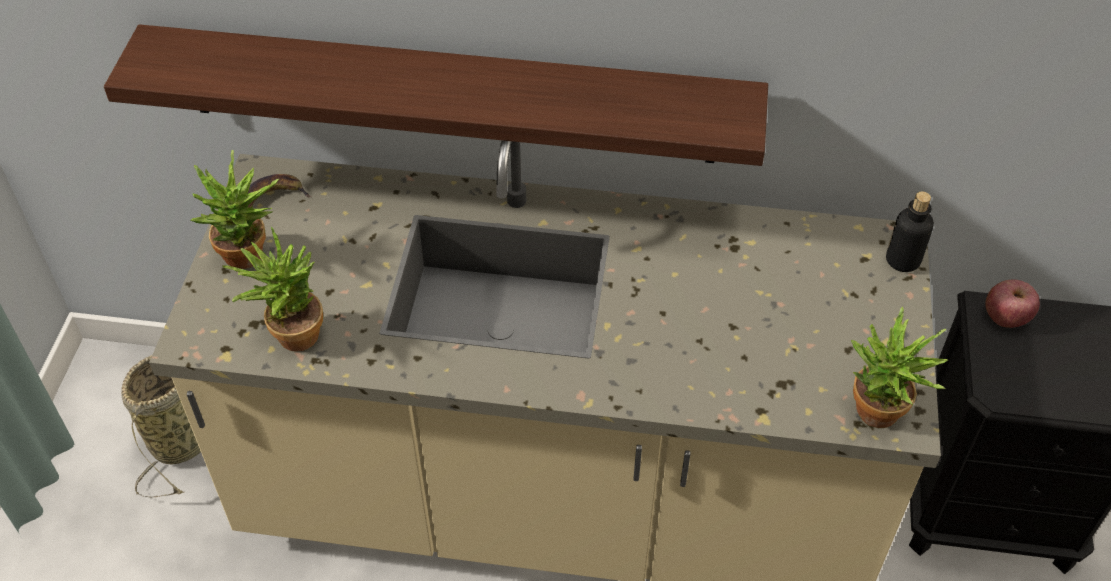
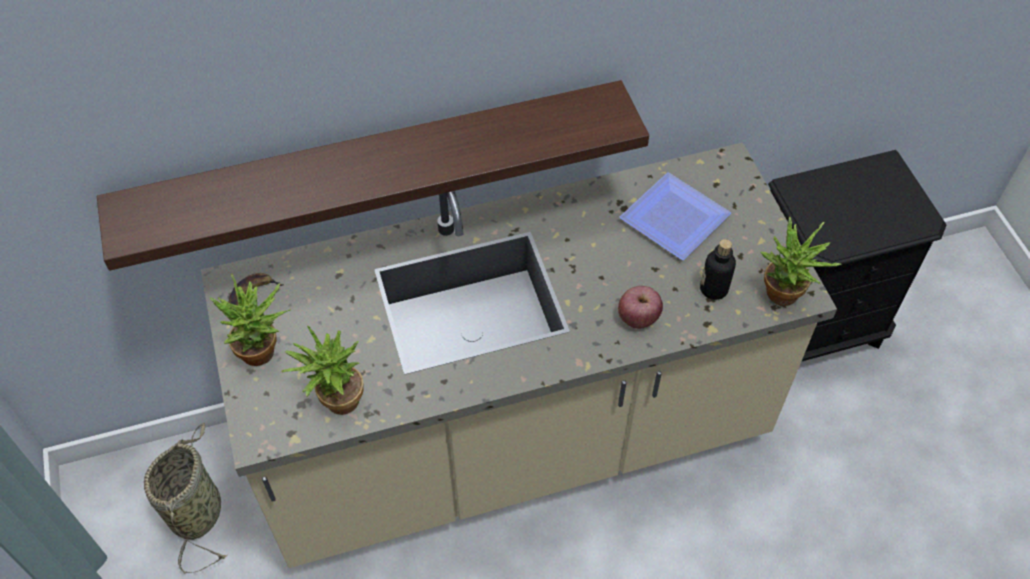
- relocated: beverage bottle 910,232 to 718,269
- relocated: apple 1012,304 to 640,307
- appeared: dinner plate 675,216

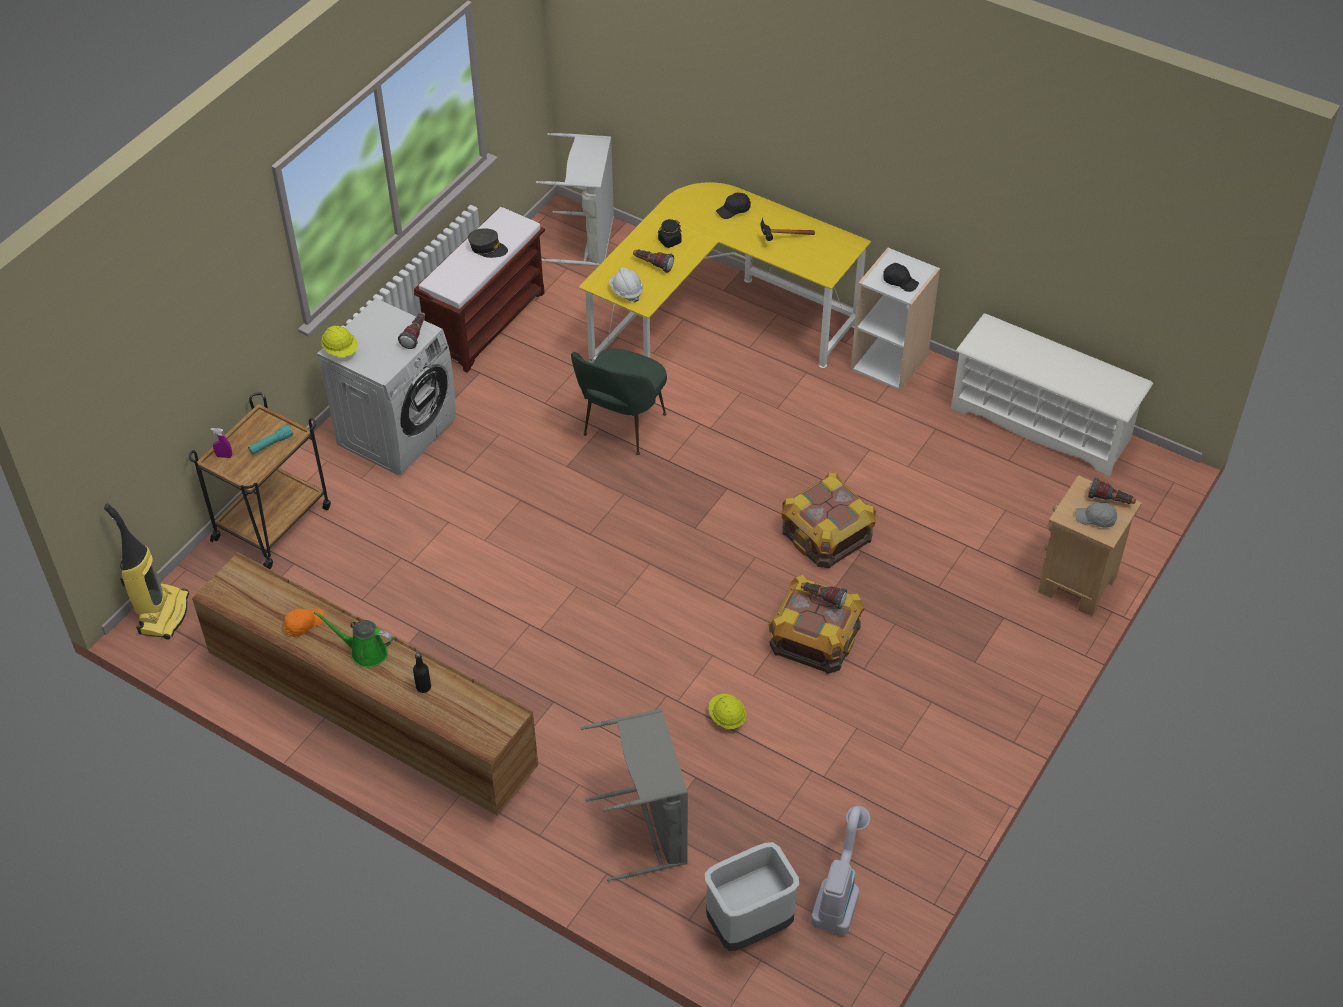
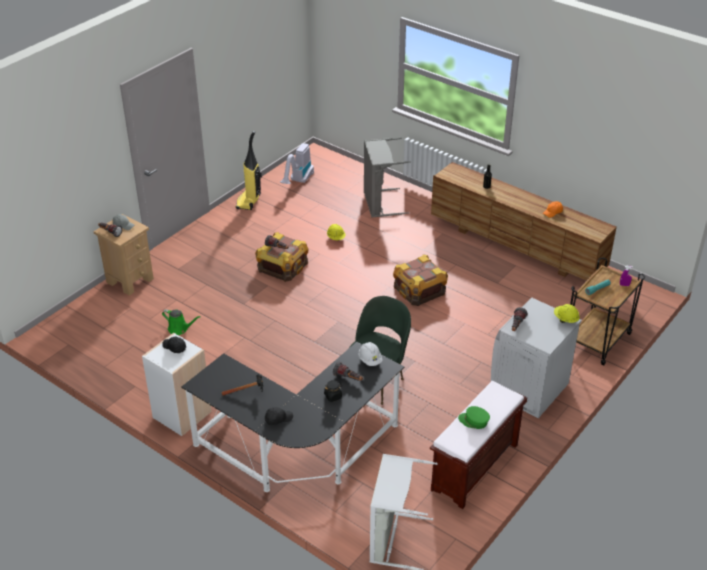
- colour: desk unit (yellow) 725,275 to desk unit (black-coloured) 292,417
- colour: peaked cap (grey) 488,243 to peaked cap (greenish) 474,417
- missing: shoe stand (white) 1052,395
- relocated: shipping crate 829,520 to 420,280
- relocated: hoover 146,571 to 249,170
- relocated: sprinkling can (greenish) 353,639 to 181,322
- missing: trash can (grey) 752,896

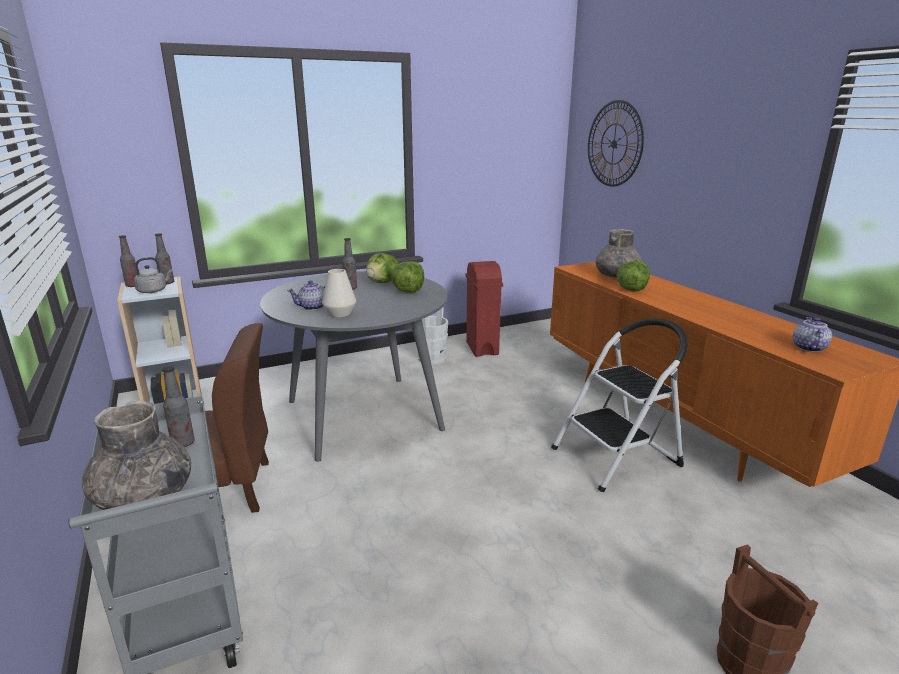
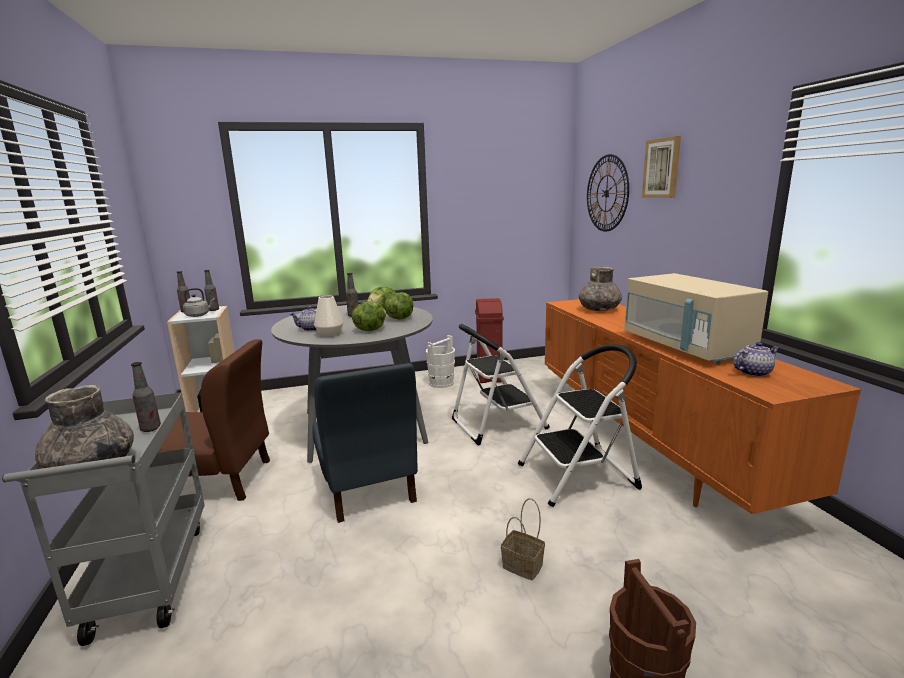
- relocated: lettuce head 633,276 to 369,316
- spun: teapot 812,334 = 756,359 45 degrees clockwise
- appeared: wall picture 661,167
- appeared: kitchen microwave (sand-coloured) 696,318
- appeared: step stool 501,384
- appeared: plain chair (bluish) 365,443
- appeared: household basket 523,539

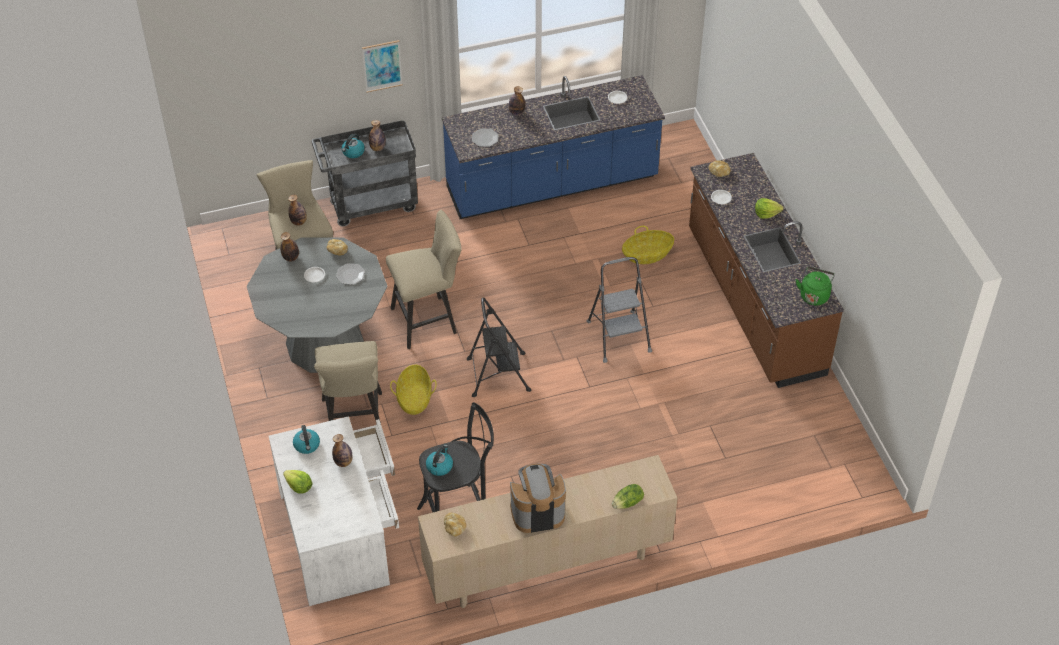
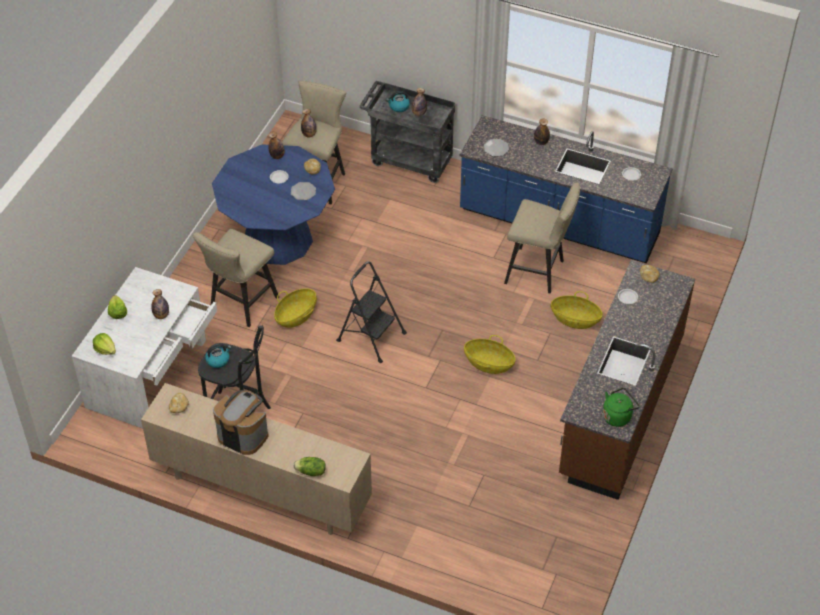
- missing: wall picture 382,66
- relocated: lettuce head 769,208 to 104,344
- relocated: stool (sand-coloured) 424,279 to 542,238
- colour: kitchen table (grey) 317,305 to kitchen table (bluish) 273,204
- exchanged: step stool (grey) 619,310 to household basket 490,354
- missing: tea kettle 306,439

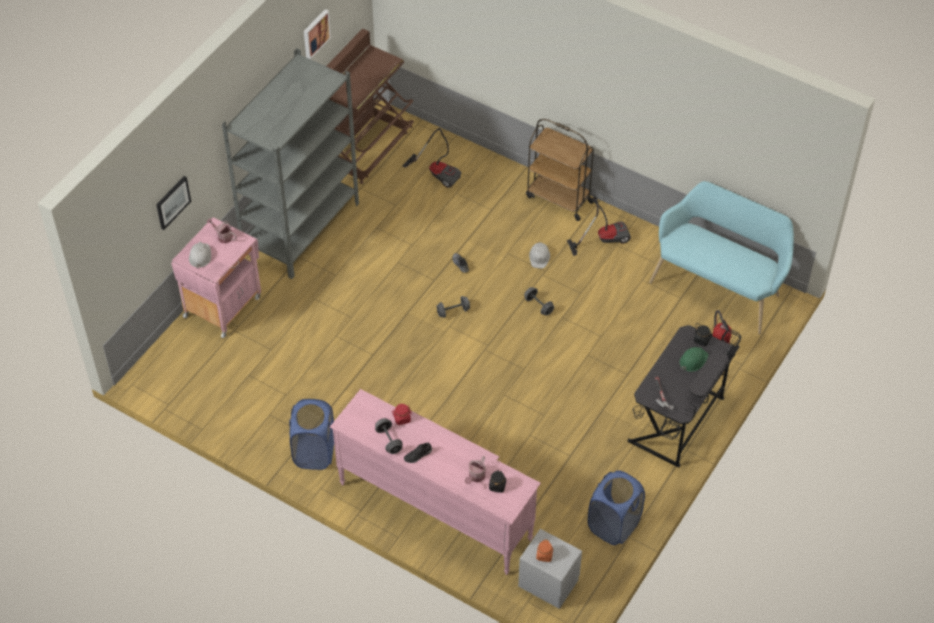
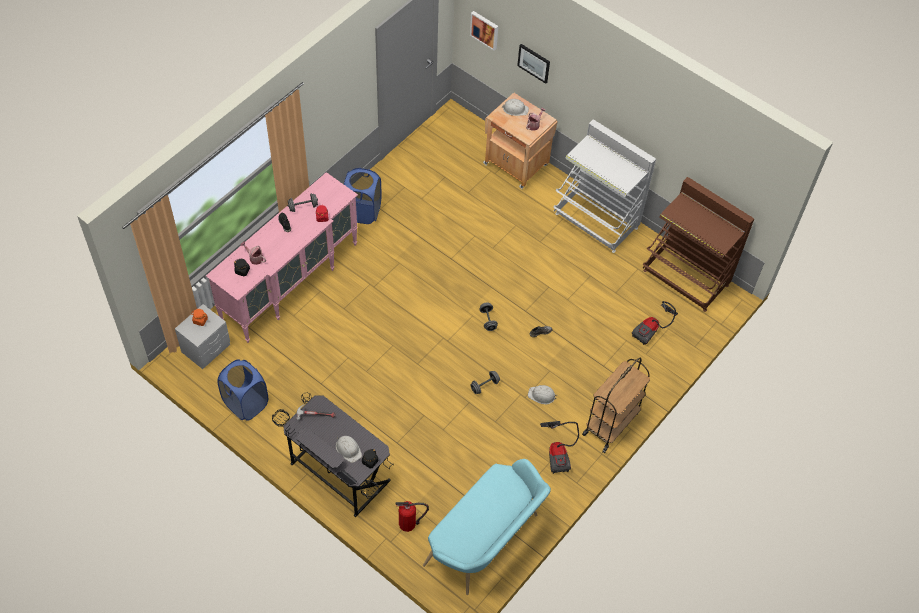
- relocated: wall picture 317,34 to 484,31
- exchanged: bookshelf (grey) 290,163 to shoe stand (white) 604,186
- colour: cart (pink) 216,277 to cart (brown) 520,141
- colour: safety helmet (greenish) 694,359 to safety helmet (white) 349,449

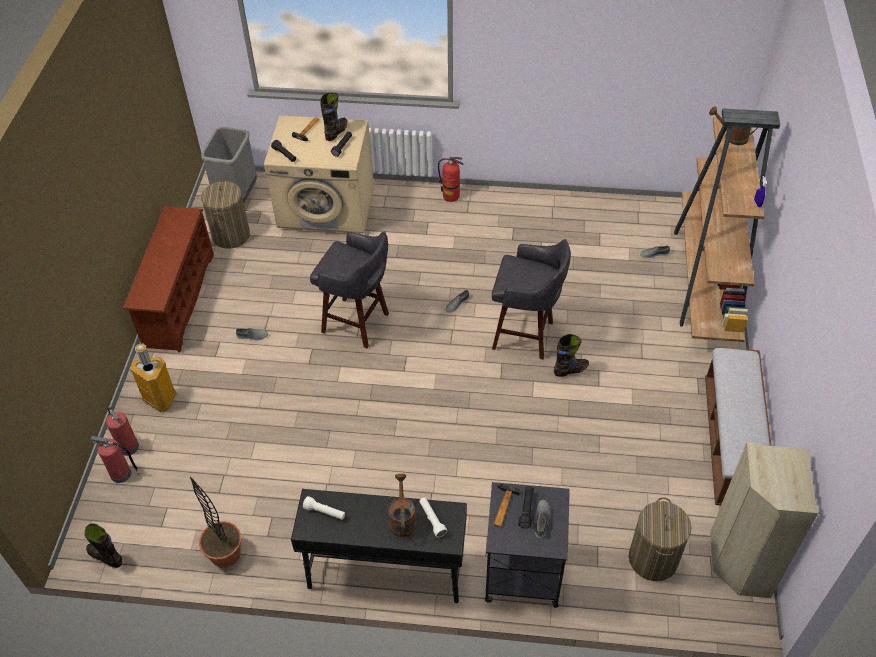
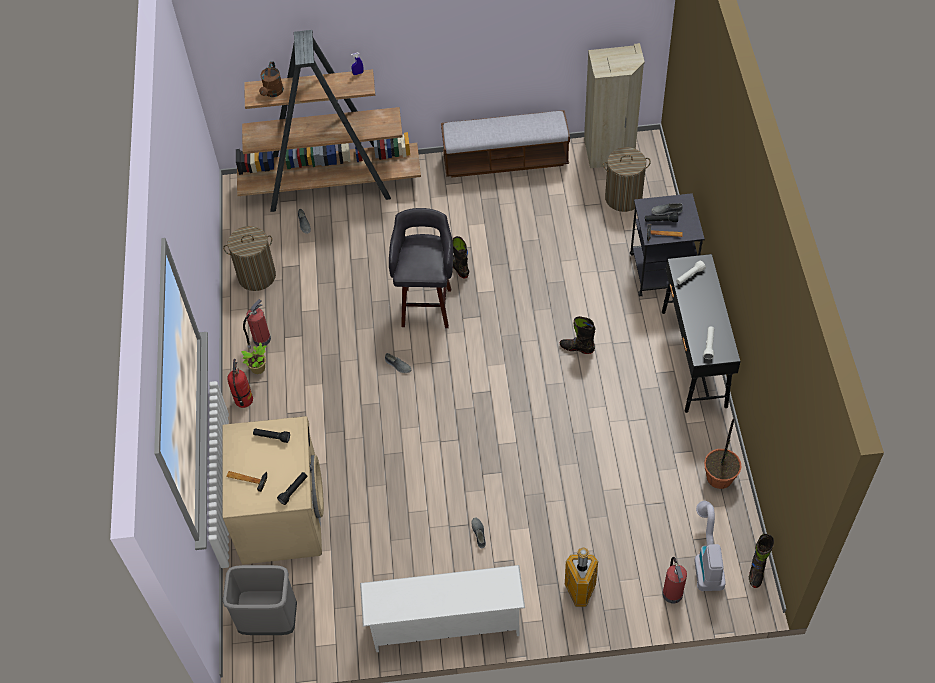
- relocated: high-top boot (black-coloured) 333,116 to 578,335
- relocated: laundry basket 225,214 to 249,258
- colour: shoe stand (brown) 168,279 to shoe stand (white) 442,608
- missing: stool (grey) 349,289
- relocated: fire extinguisher 122,431 to 257,324
- missing: sprinkling can (brown) 402,505
- appeared: houseplant 253,358
- appeared: hoover 710,546

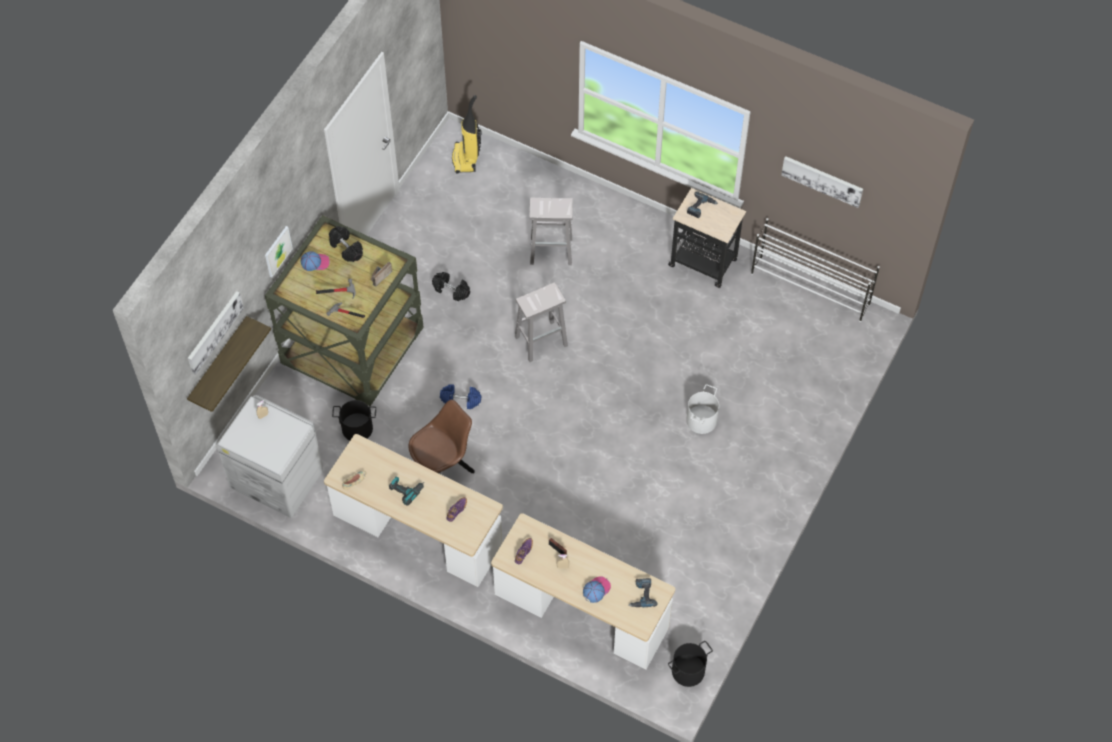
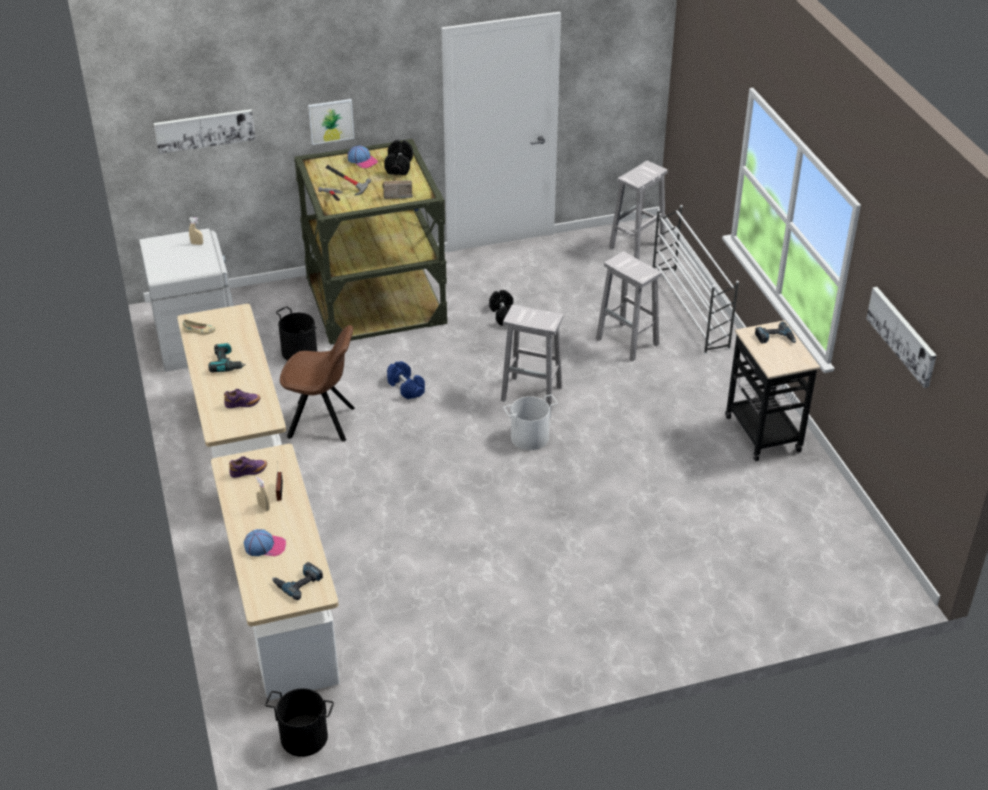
- exchanged: hoover 467,134 to stool (white) 638,210
- relocated: shoe stand (white) 815,270 to 696,279
- missing: shelf 229,364
- relocated: water bucket (white) 702,409 to 531,422

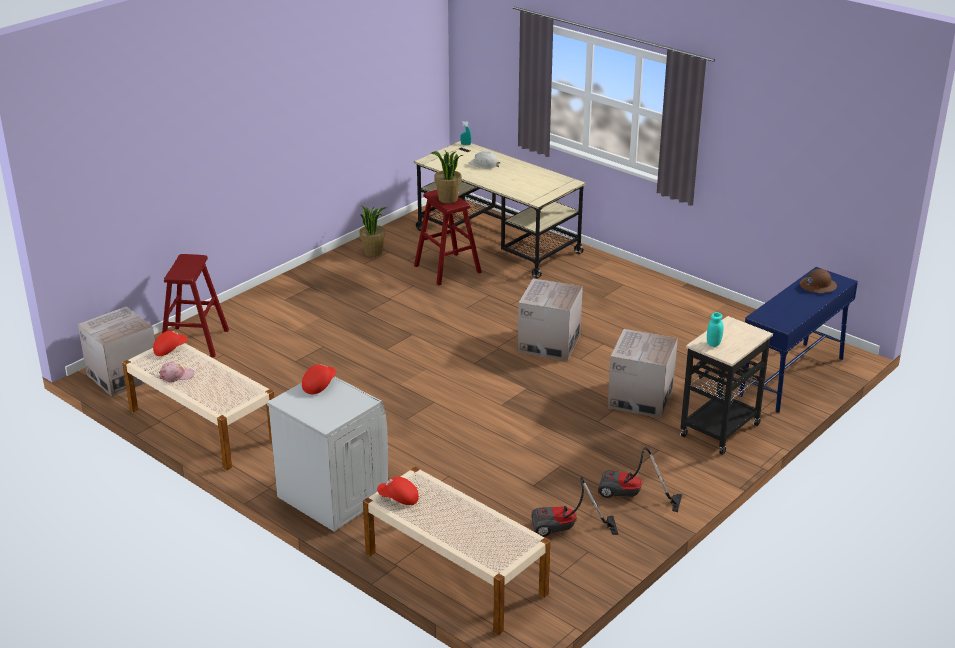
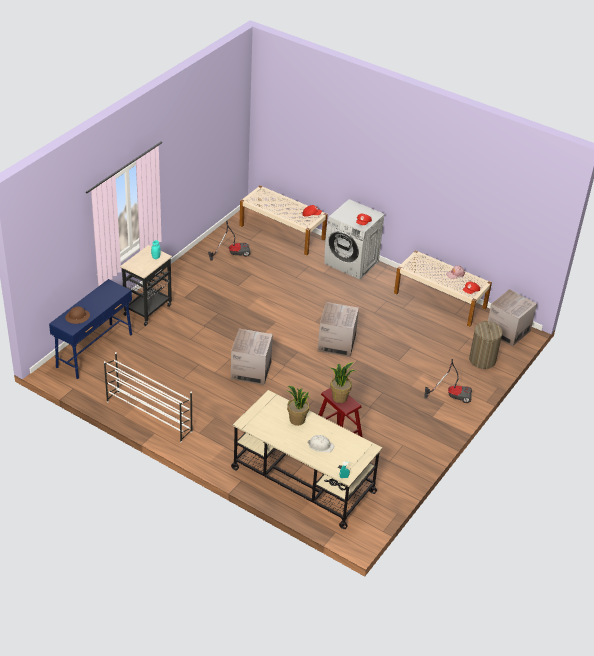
- relocated: houseplant 373,231 to 298,406
- exchanged: stool (red) 195,305 to laundry basket 486,345
- relocated: cardboard box 642,373 to 338,329
- relocated: hoover 640,479 to 448,381
- appeared: shoe stand (white) 148,397

